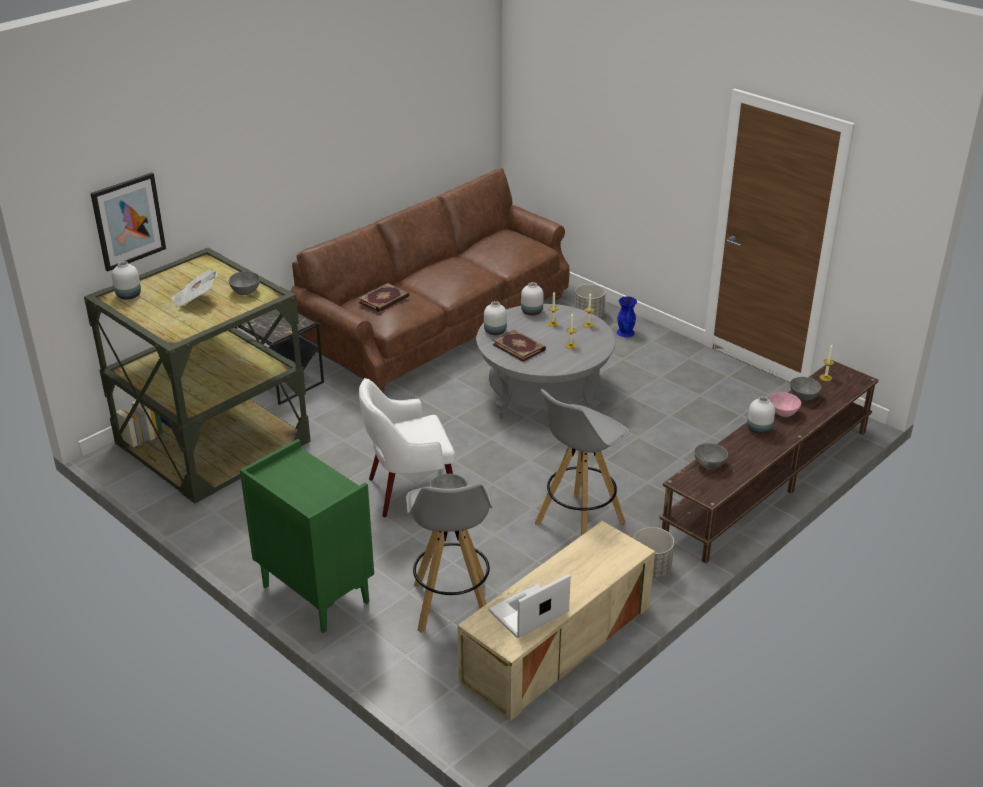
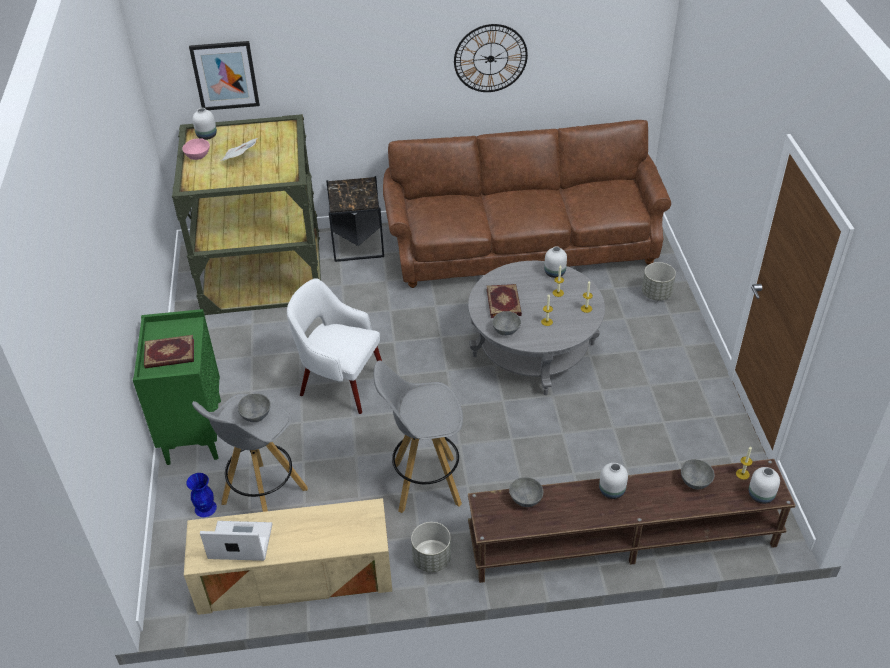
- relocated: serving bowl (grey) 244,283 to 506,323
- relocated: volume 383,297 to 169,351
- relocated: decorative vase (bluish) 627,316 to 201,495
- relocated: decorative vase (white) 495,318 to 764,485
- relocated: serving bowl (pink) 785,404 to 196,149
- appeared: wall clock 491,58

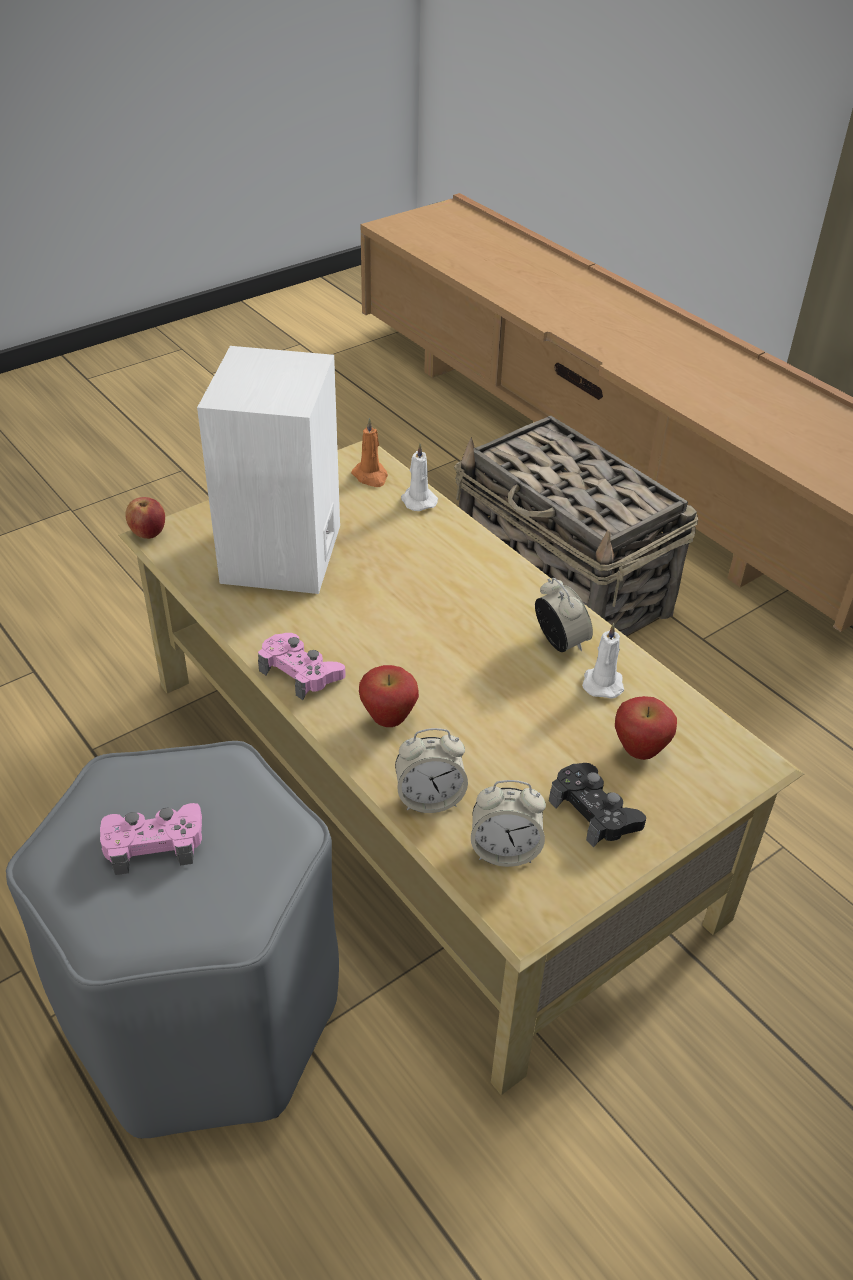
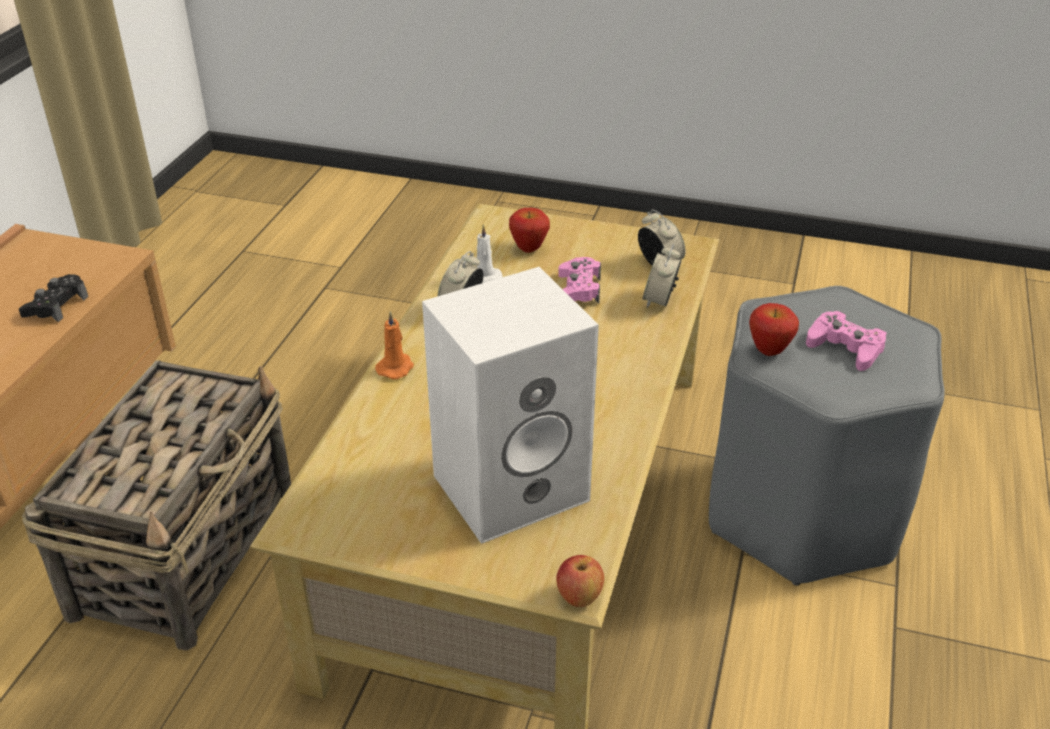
- relocated: wax candle (orangey) 369,452 to 394,345
- missing: wax candle (white) 419,477
- relocated: game controller (pink) 302,666 to 579,280
- relocated: apple 389,696 to 774,329
- spun: bedside clock 431,770 = 662,276 120 degrees counterclockwise
- relocated: game controller (black-coloured) 597,805 to 53,298

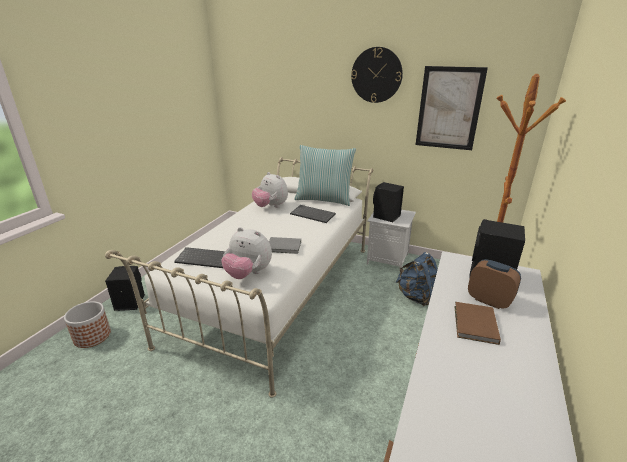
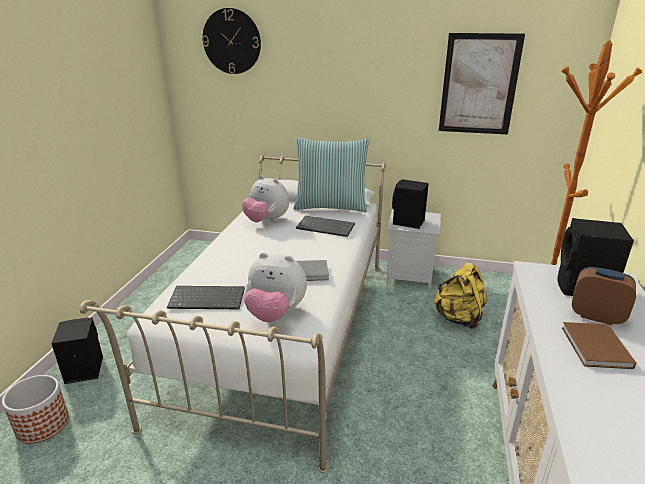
- relocated: wall clock 377,75 to 231,41
- colour: backpack (bluish) 416,279 to backpack (yellow) 460,296

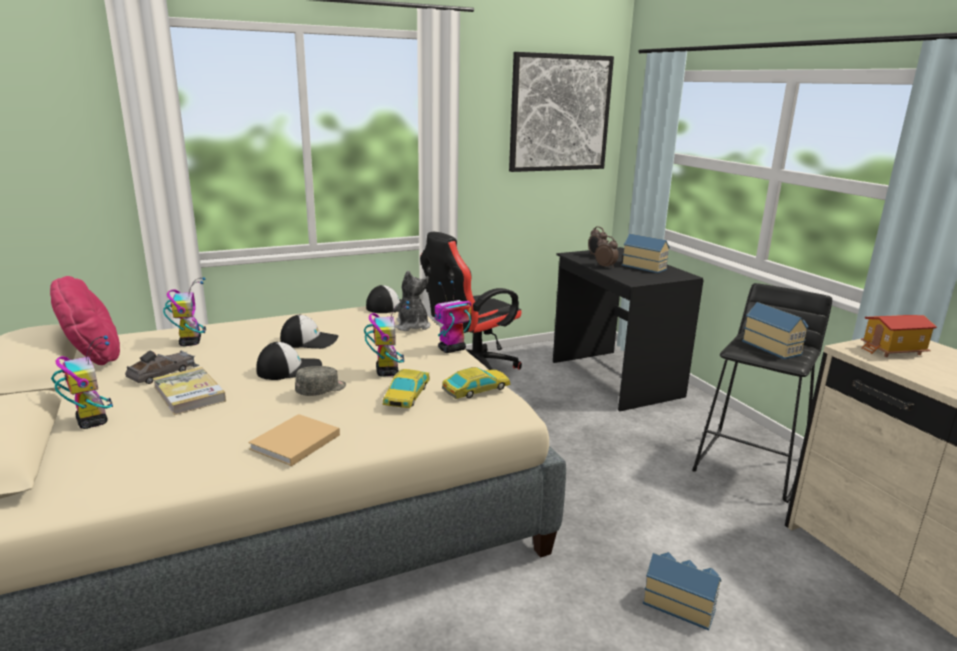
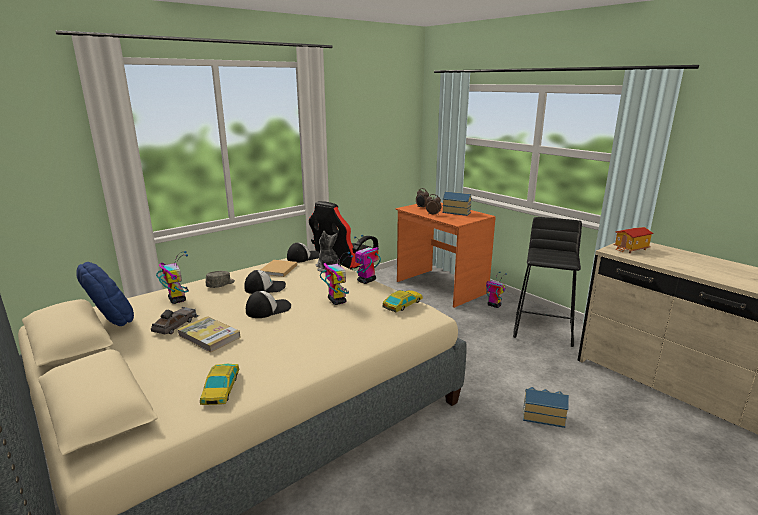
- missing: wall picture 561,112
- colour: desk unit (black-coloured) 628,329 to desk unit (orangey) 446,255
- colour: throw pillow (pink) 85,320 to throw pillow (bluish) 105,294
- missing: toy house 775,330
- relocated: toy robot 82,382 to 496,290
- relocated: peaked cap (grey) 320,381 to 220,279
- relocated: miniature car 406,388 to 219,384
- relocated: volume (sand-coloured) 294,440 to 279,268

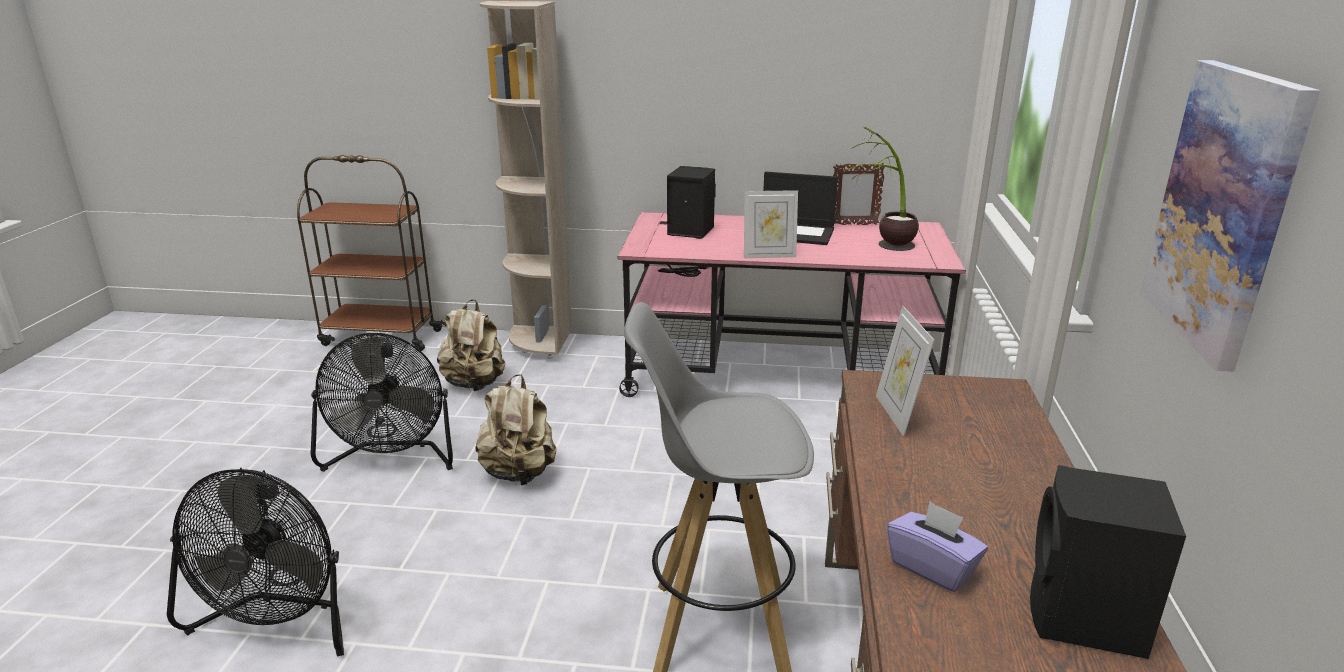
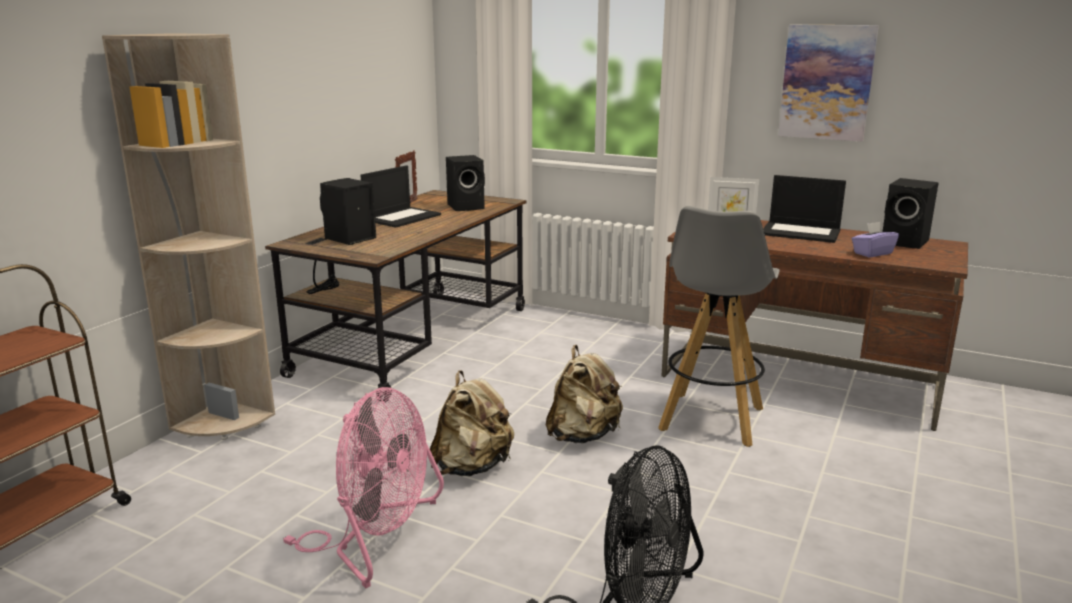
- exchanged: houseplant 881,189 to audio speaker (black-coloured) 465,183
- missing: picture frame 771,224
- colour: desk unit (pink) 792,304 to desk unit (brown) 396,296
- relocated: backpack (sand-coloured) 471,345 to 584,394
- colour: electric fan (black-coloured) 381,402 to electric fan (pink) 363,487
- appeared: laptop 804,209

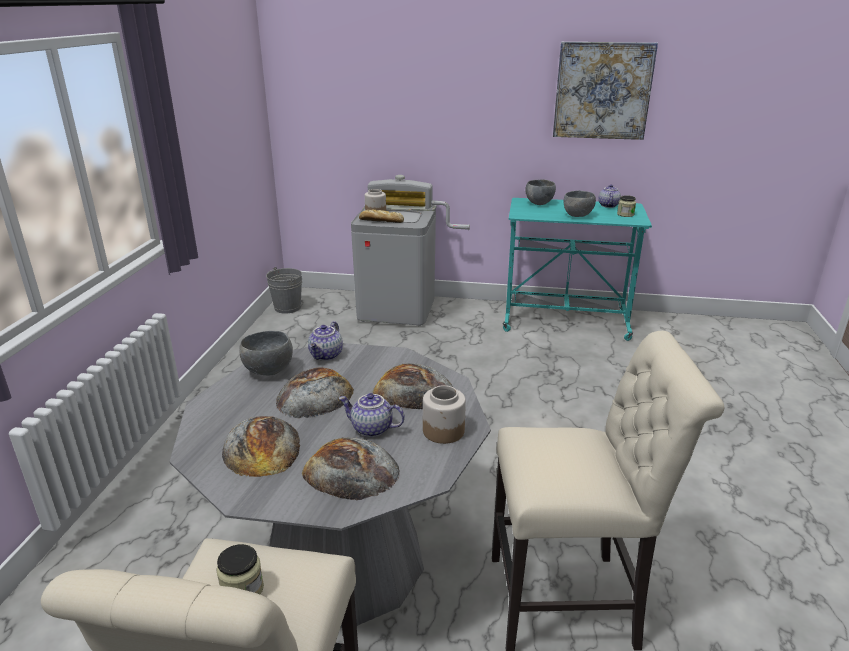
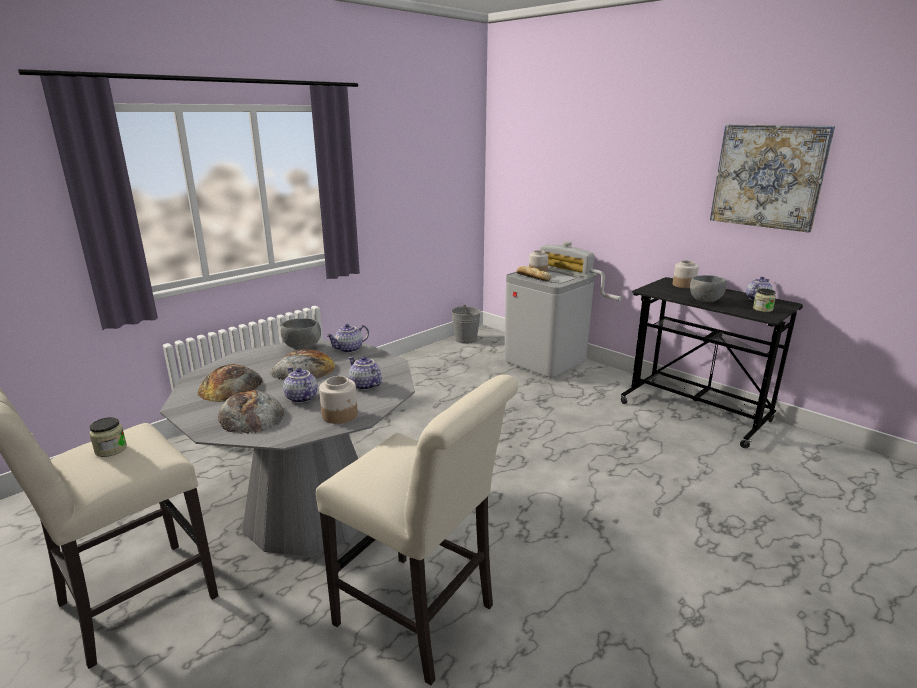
- exchanged: serving bowl (grey) 540,192 to jar 686,274
- colour: desk unit (blue-green) 577,269 to desk unit (black-coloured) 712,362
- exchanged: bakery bread 413,386 to teapot 365,373

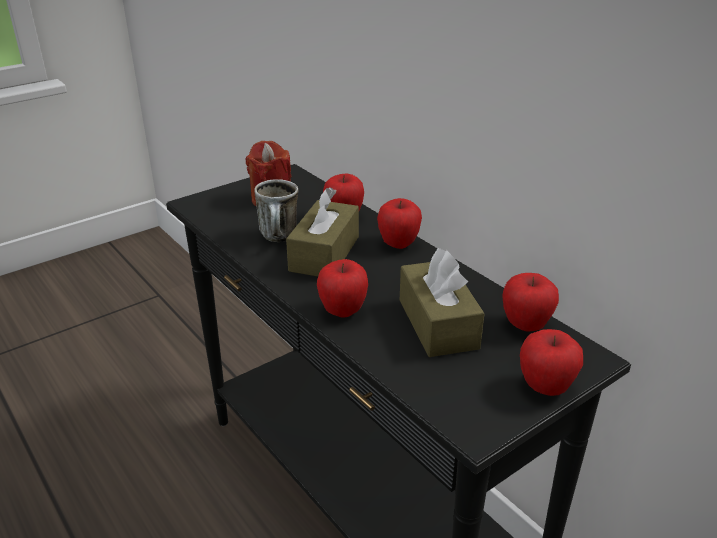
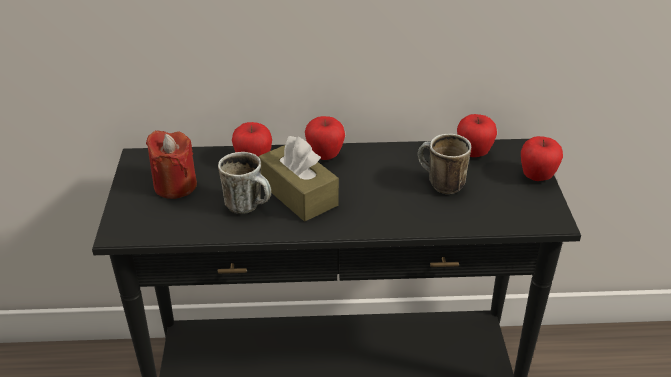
- exchanged: tissue box (brown) 442,302 to coffee mug 444,164
- missing: apple 342,288

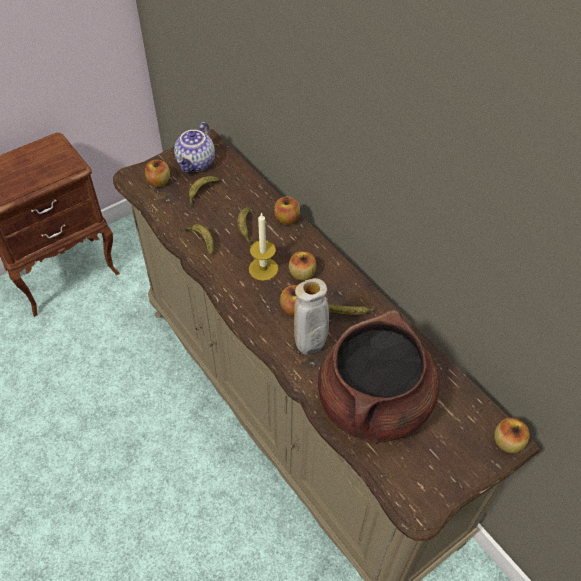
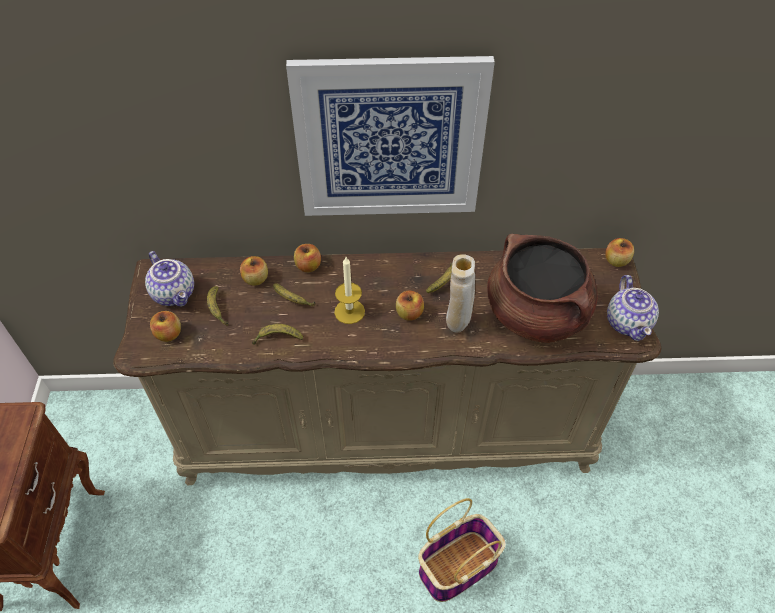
- relocated: apple 302,266 to 254,271
- appeared: wall picture 390,136
- appeared: teapot 633,308
- appeared: household basket 462,550

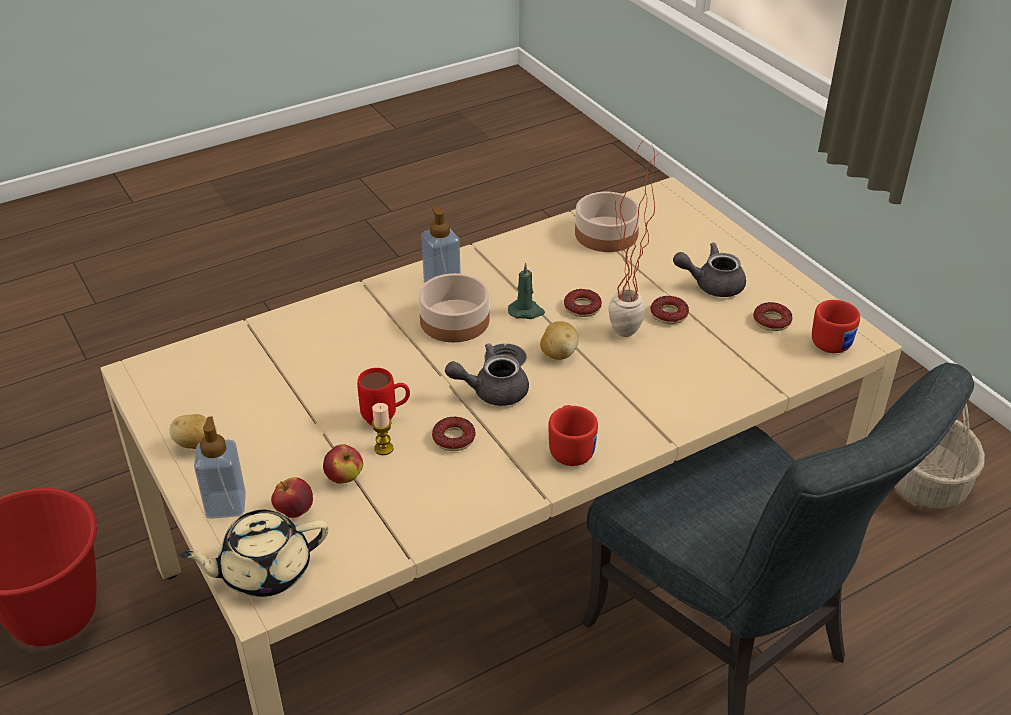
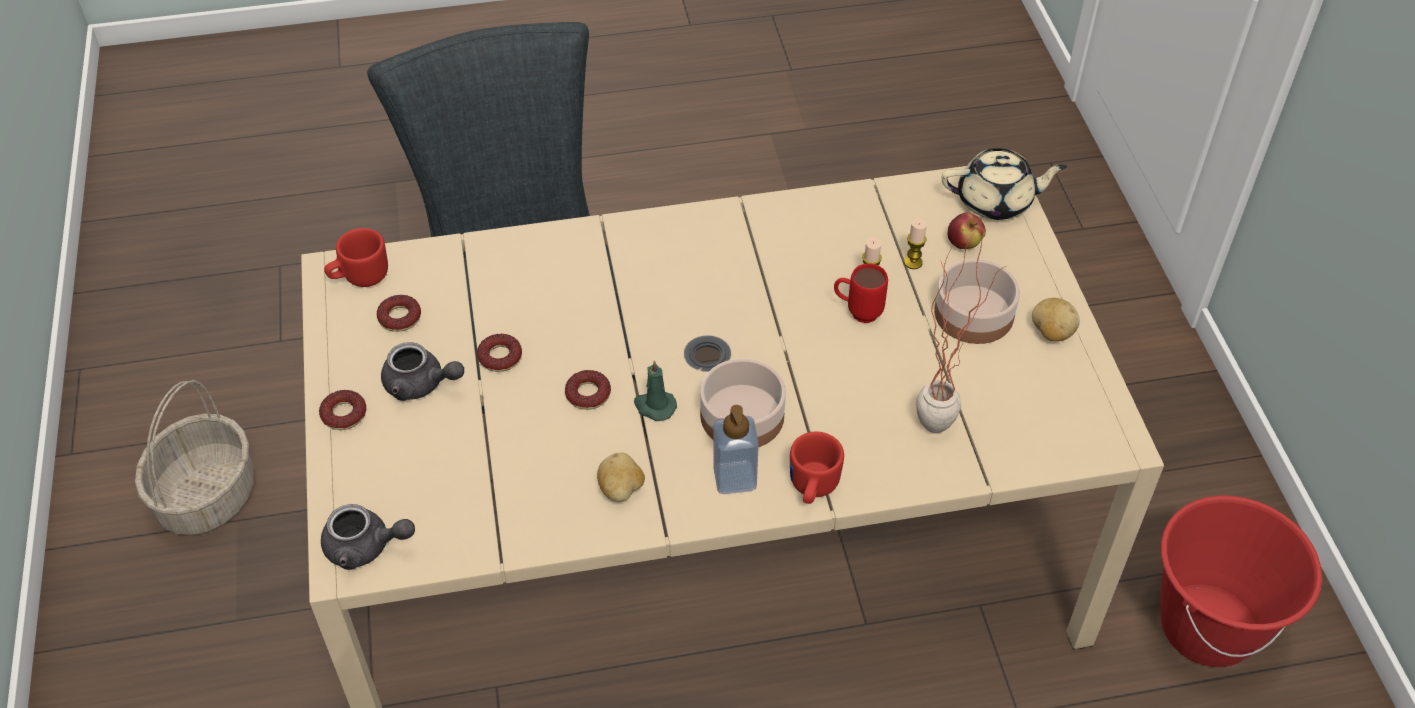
- relocated: houseplant 632,238 to 961,328
- relocated: serving bowl 607,222 to 977,301
- relocated: spud 559,340 to 621,477
- relocated: teapot (grey) 487,374 to 368,537
- relocated: coffee mug (red) 573,435 to 817,468
- missing: soap dispenser 220,468
- relocated: ring doughnut 454,434 to 342,410
- exchanged: apple 343,464 to wax candle 915,244

